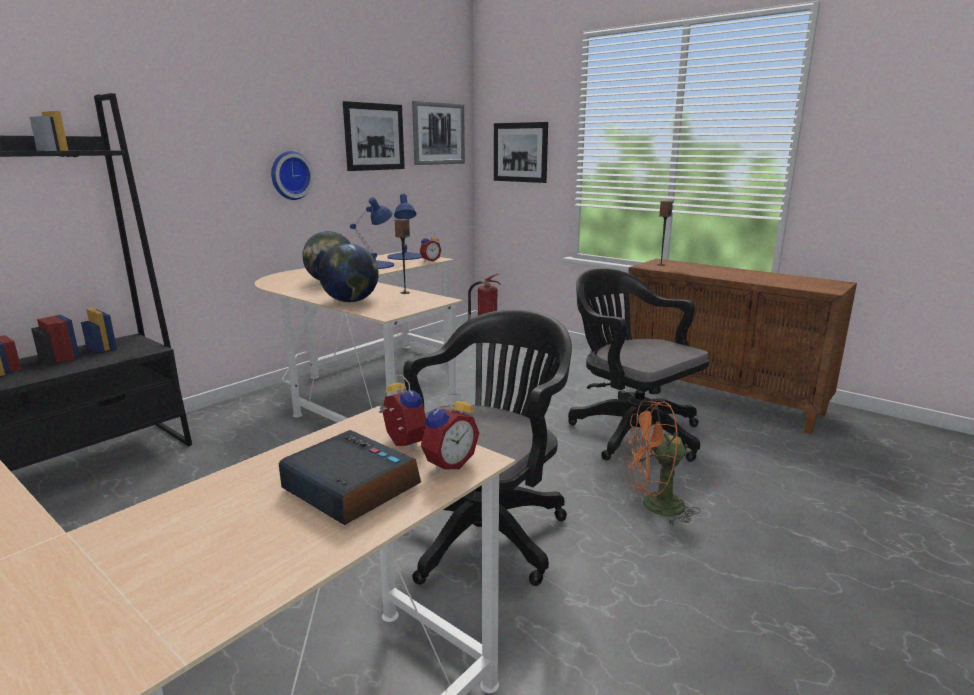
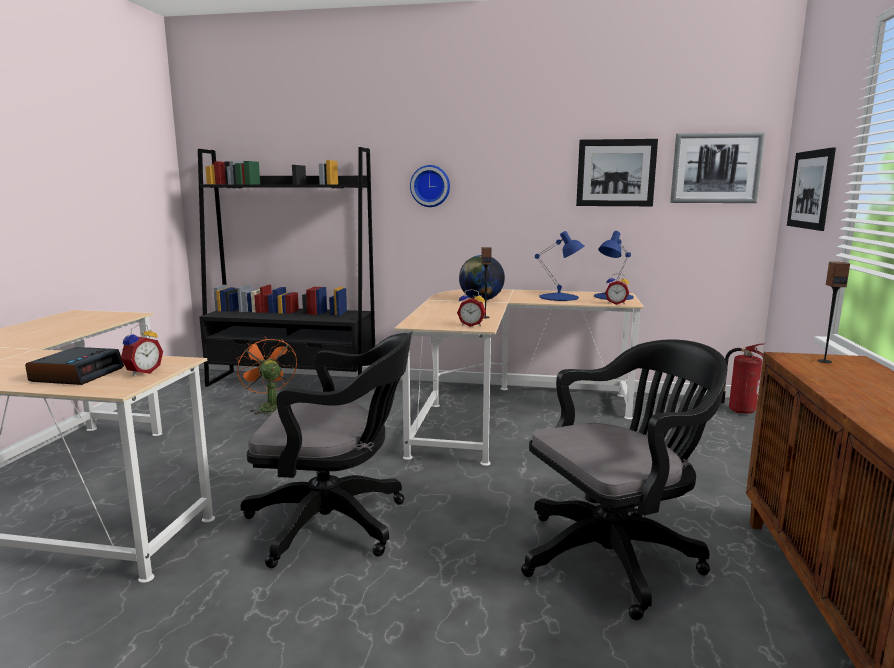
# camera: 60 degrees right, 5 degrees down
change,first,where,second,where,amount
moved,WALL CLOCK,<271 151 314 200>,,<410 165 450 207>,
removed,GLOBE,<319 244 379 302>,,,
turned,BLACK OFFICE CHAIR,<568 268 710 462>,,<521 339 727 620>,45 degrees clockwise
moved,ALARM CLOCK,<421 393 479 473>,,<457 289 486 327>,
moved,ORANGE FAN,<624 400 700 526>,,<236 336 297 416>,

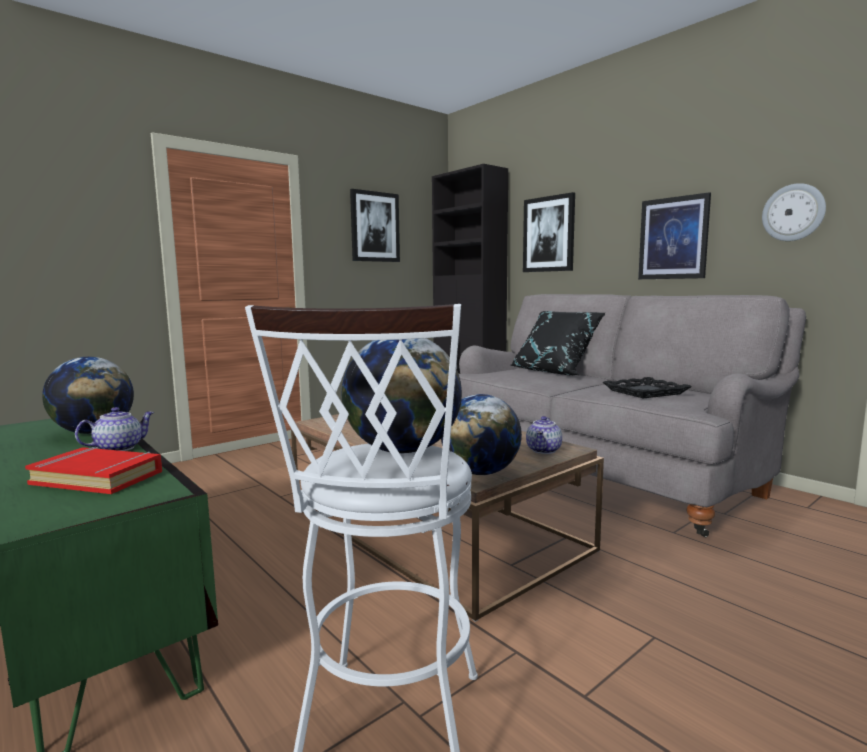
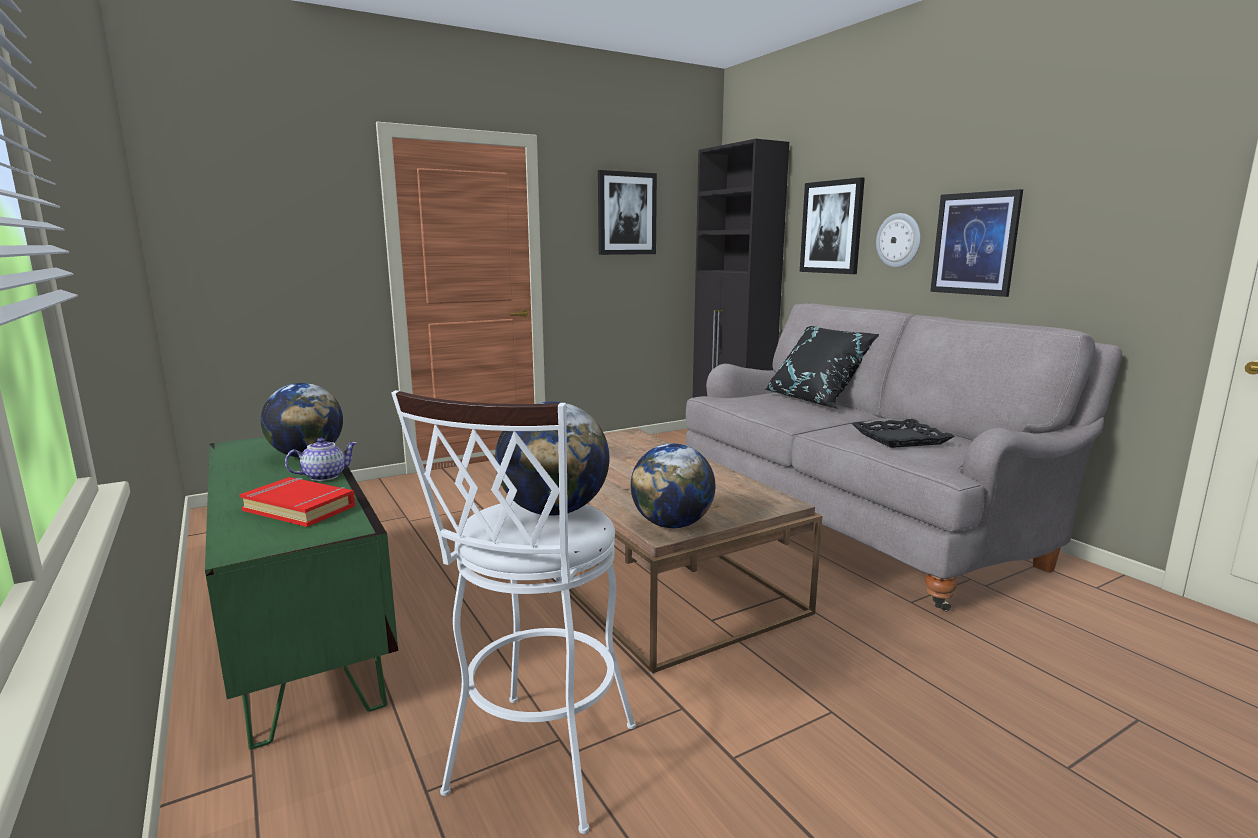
# camera: 10 degrees right, 5 degrees up
change,first,where,second,where,amount
moved,WALL CLOCK,<762 183 826 241>,,<876 213 921 268>,
removed,TEAPOT,<526 416 562 454>,,,

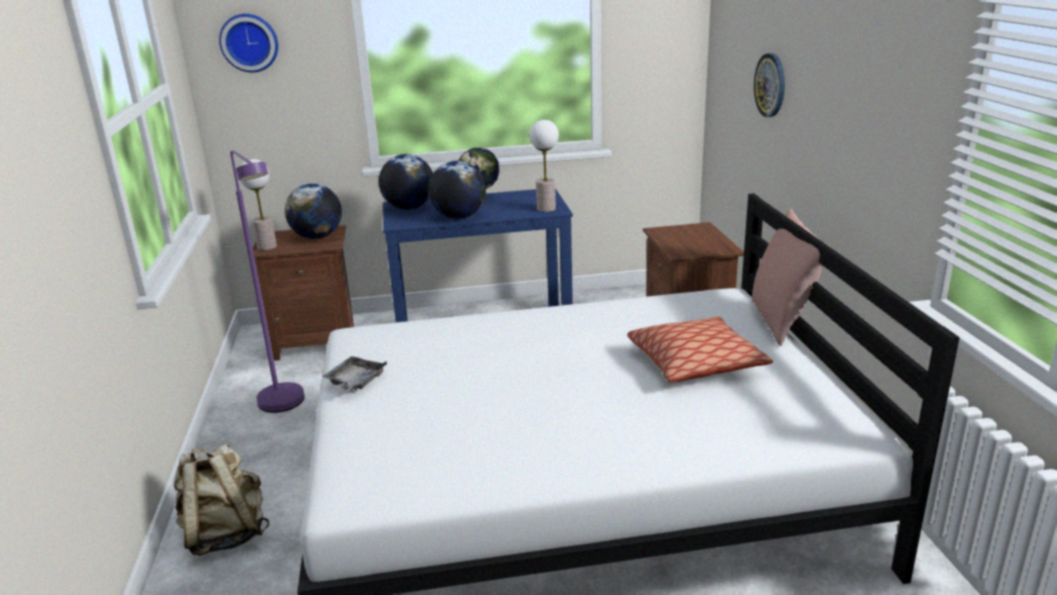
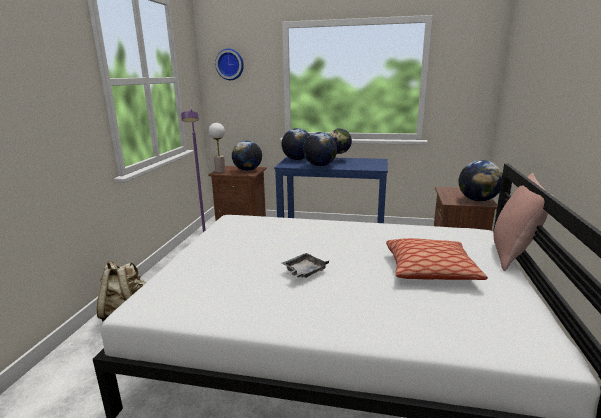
# camera: 20 degrees right, 5 degrees down
change,first,where,second,where,amount
removed,WALL CLOCK,<754 53 785 117>,,,
removed,TABLE LAMP,<529 119 559 212>,,,
moved,GREY TRAY,<322 356 387 391>,,<282 253 329 278>,
added,,,GLOBE,<458 160 503 201>,

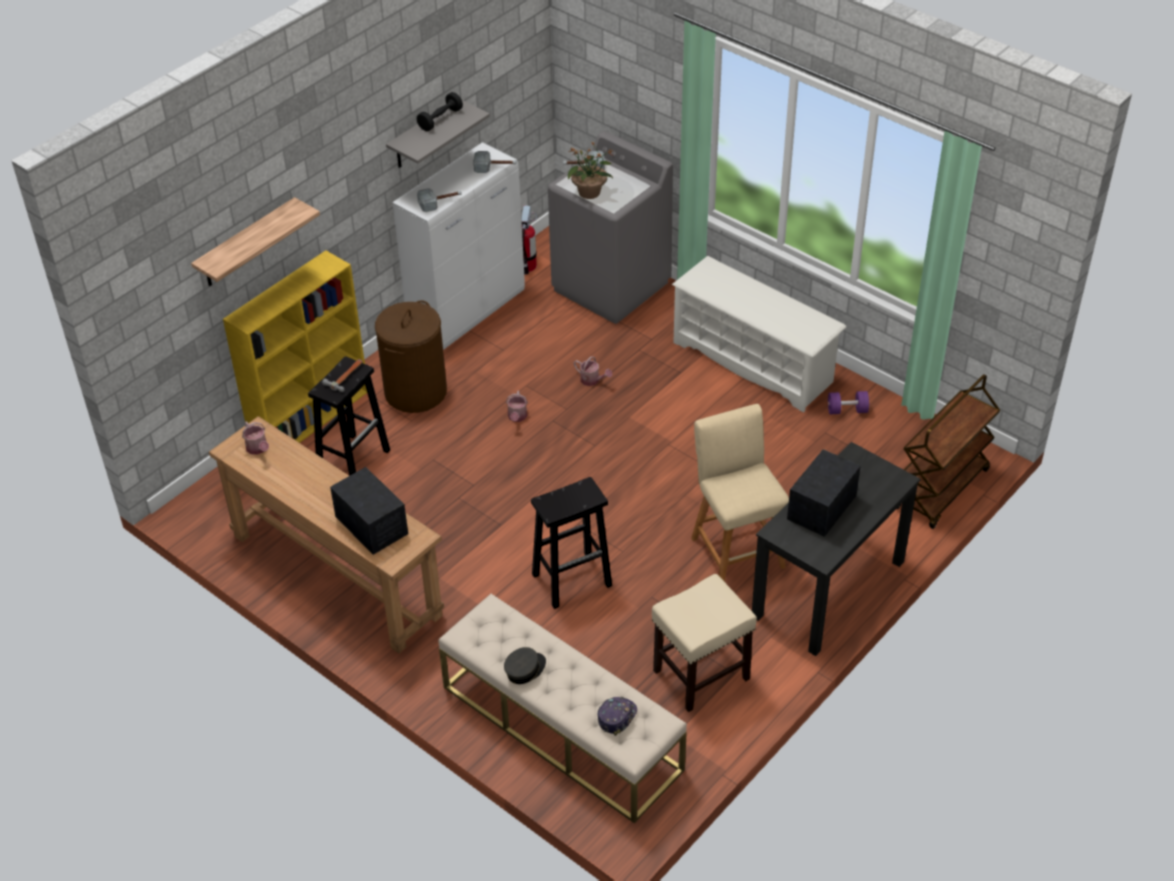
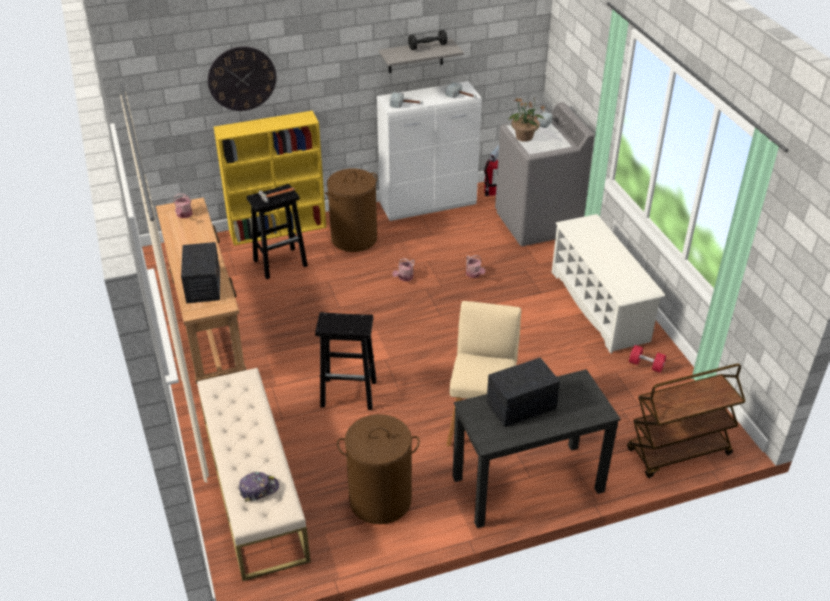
# camera: 30 degrees right, 5 degrees down
change,first,where,second,where,amount
replaced,SHELF,<191 197 320 286>,WALL CLOCK,<208 46 277 111>,
recoloured,PURPLE DUMBBELL,<828 391 869 414>,RED DUMBBELL,<629 345 666 373>,
replaced,BEIGE STOOL,<652 574 757 712>,BROWN LAUNDRY BASKET,<337 414 420 524>,
removed,GREY CAP,<504 647 546 684>,,,

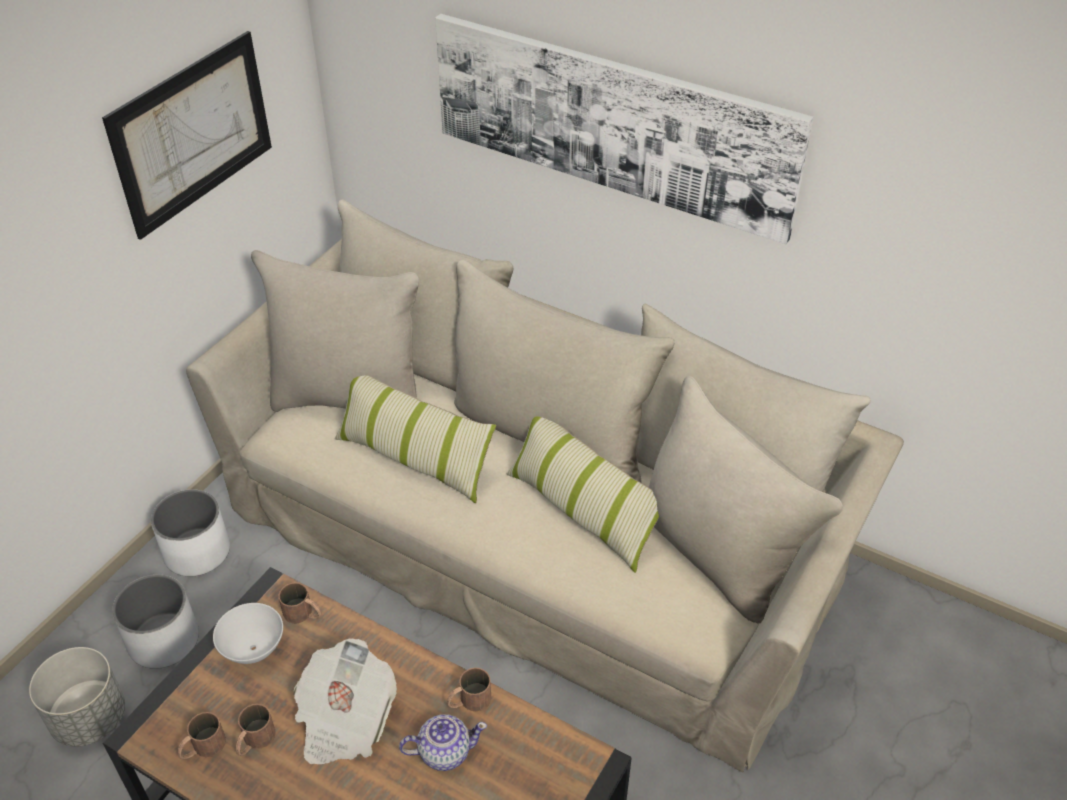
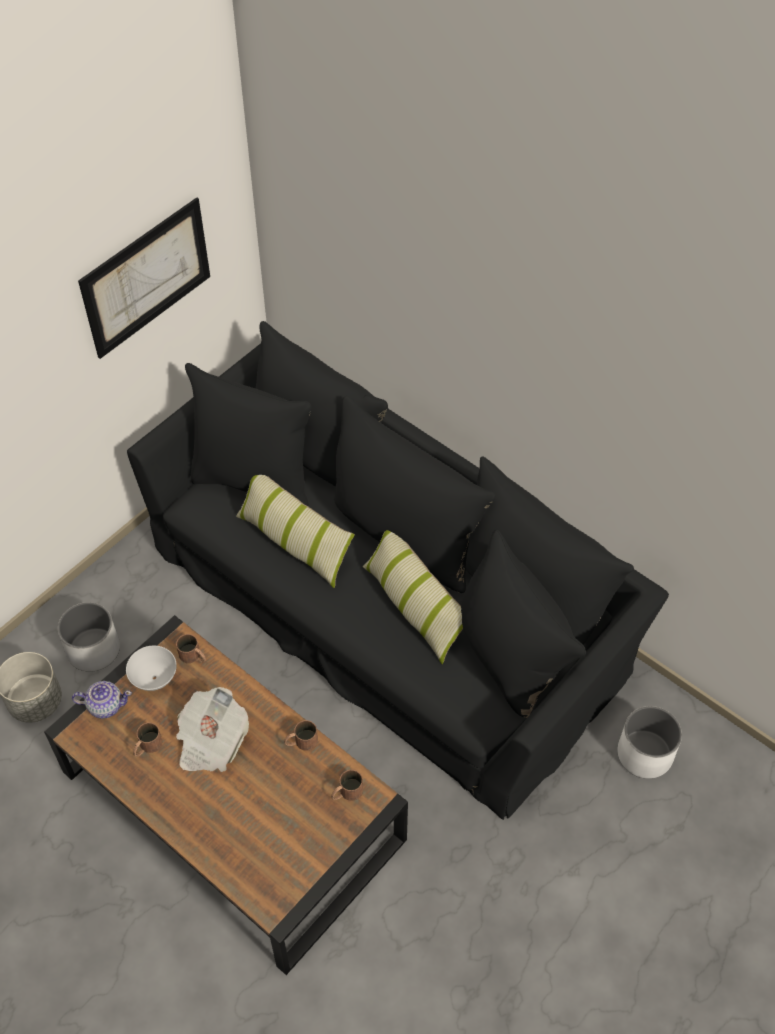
# camera: 10 degrees right, 10 degrees up
change,first,where,second,where,amount
removed,PICTURE,<435 14 813 244>,,,
recoloured,BEIGE SOFA,<186 200 904 772>,BLACK SOFA,<127 321 669 820>,
moved,WHITE PLANTER,<151 489 230 576>,,<617 706 682 779>,
moved,BROWN MUG,<177 712 226 759>,,<331 770 363 801>,
moved,TEAPOT,<399 714 487 771>,,<72 681 132 719>,

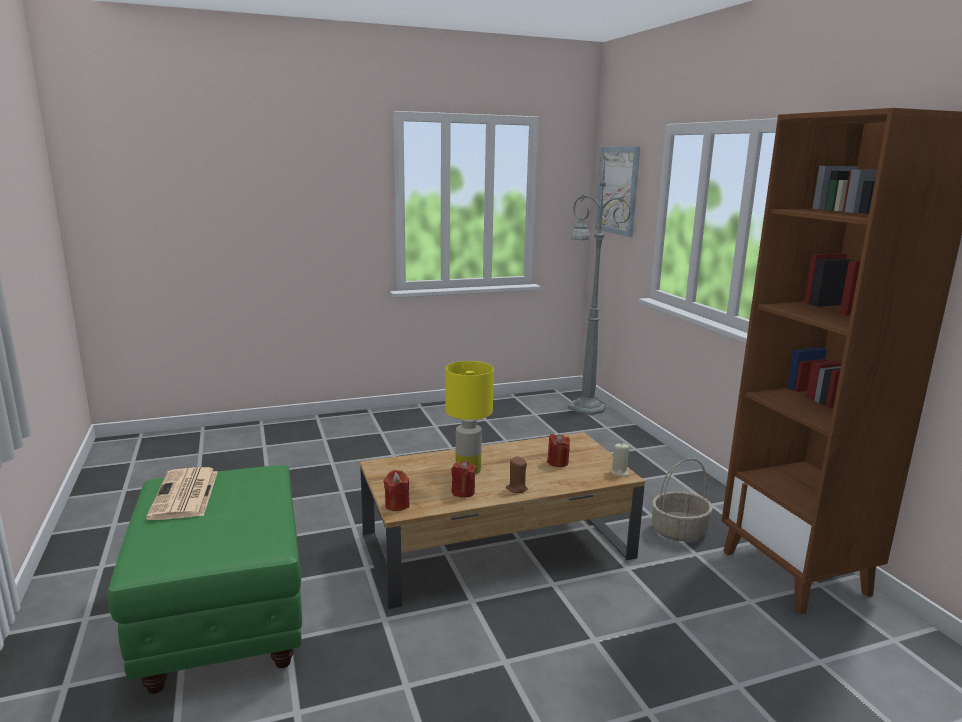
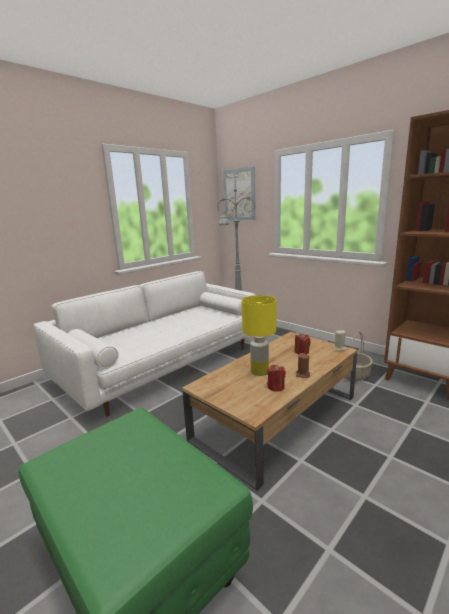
# camera: 25 degrees left, 0 degrees up
change,first,where,second,where,amount
removed,NEWSPAPER,<146 467 218 520>,,,
removed,RED CANDLE,<383 470 410 511>,,,
added,,,WHITE SOFA,<33 271 255 416>,

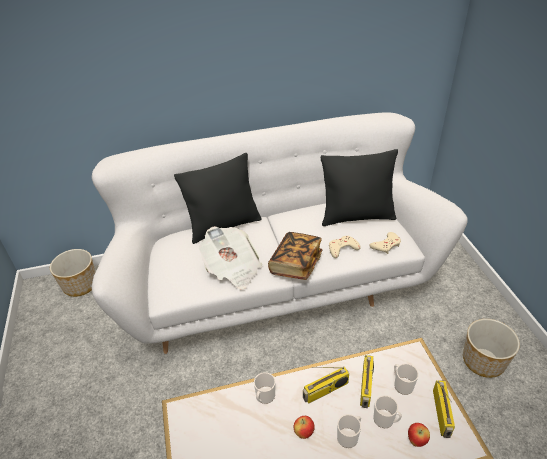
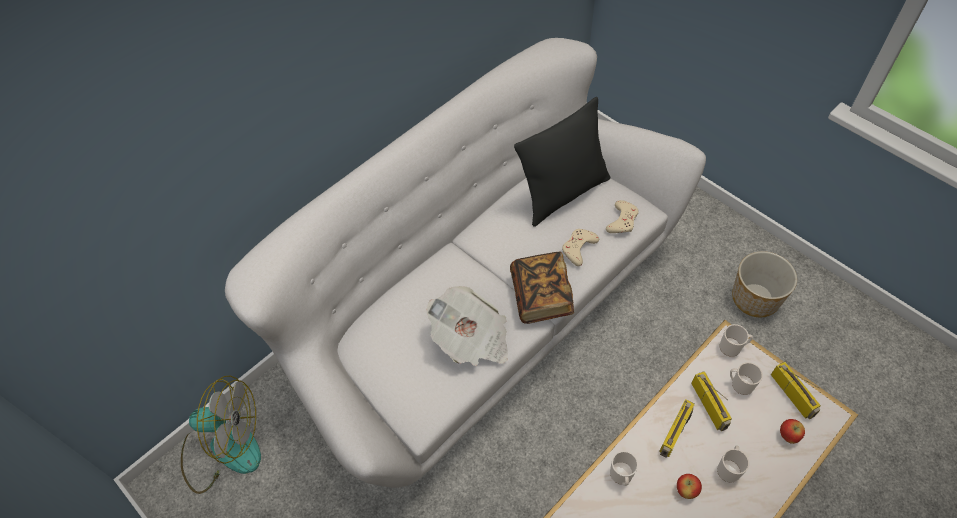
# camera: 30 degrees left, 15 degrees up
change,first,where,second,where,amount
removed,BLACK PILLOW,<174 153 262 244>,,,
replaced,PLANTER,<50 249 95 297>,FAN,<181 376 261 494>,
moved,MUG,<373 395 402 428>,,<720 324 753 357>,

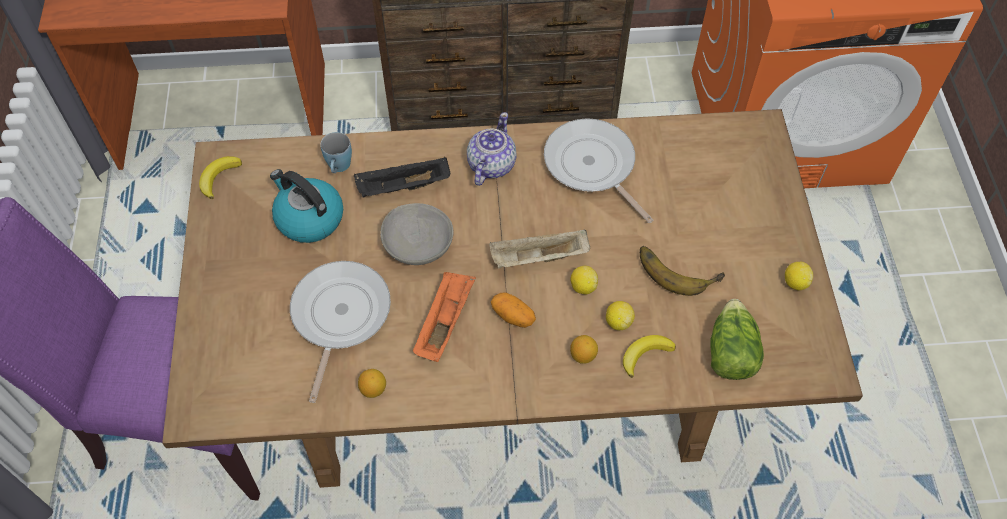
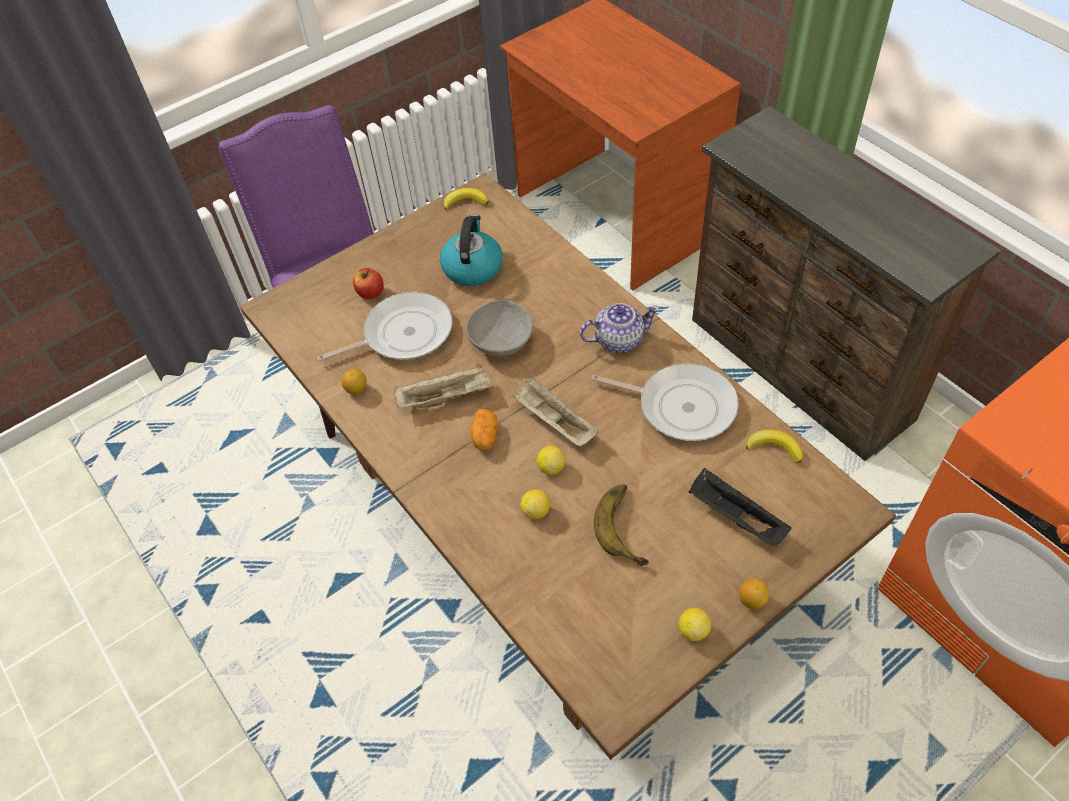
# camera: 60 degrees right, 5 degrees down
change,first,where,second,where,amount
turned,FRYING PAN,<544 118 653 223>,,<591 363 739 441>,90 degrees clockwise
removed,BLUE MUG,<320 132 352 173>,,,
moved,BLACK TRAY,<354 157 450 197>,,<689 468 791 546>,
recoloured,ORANGE TRAY,<413 272 476 362>,BEIGE TRAY,<394 364 492 408>,
removed,LETTUCE,<710 299 764 380>,,,
moved,LEMON,<570 335 598 364>,,<739 578 769 609>,
moved,BANANA,<623 335 676 378>,,<746 429 803 464>,
added,,,APPLE,<353 268 384 299>,

